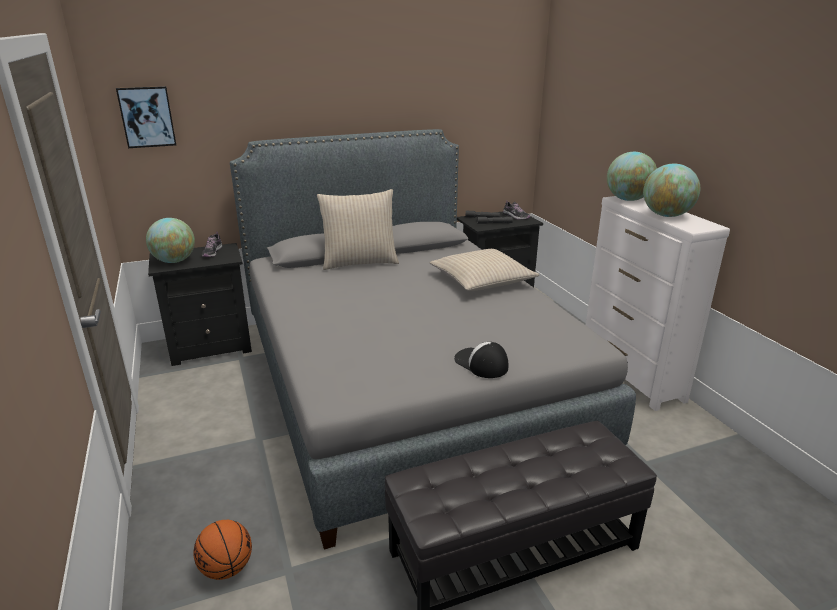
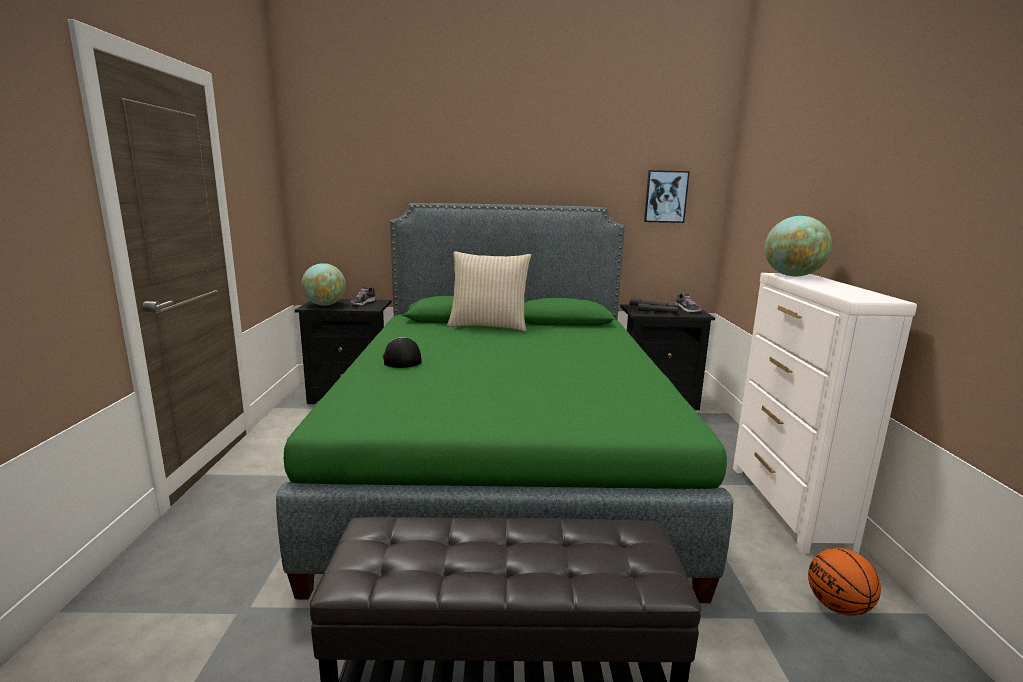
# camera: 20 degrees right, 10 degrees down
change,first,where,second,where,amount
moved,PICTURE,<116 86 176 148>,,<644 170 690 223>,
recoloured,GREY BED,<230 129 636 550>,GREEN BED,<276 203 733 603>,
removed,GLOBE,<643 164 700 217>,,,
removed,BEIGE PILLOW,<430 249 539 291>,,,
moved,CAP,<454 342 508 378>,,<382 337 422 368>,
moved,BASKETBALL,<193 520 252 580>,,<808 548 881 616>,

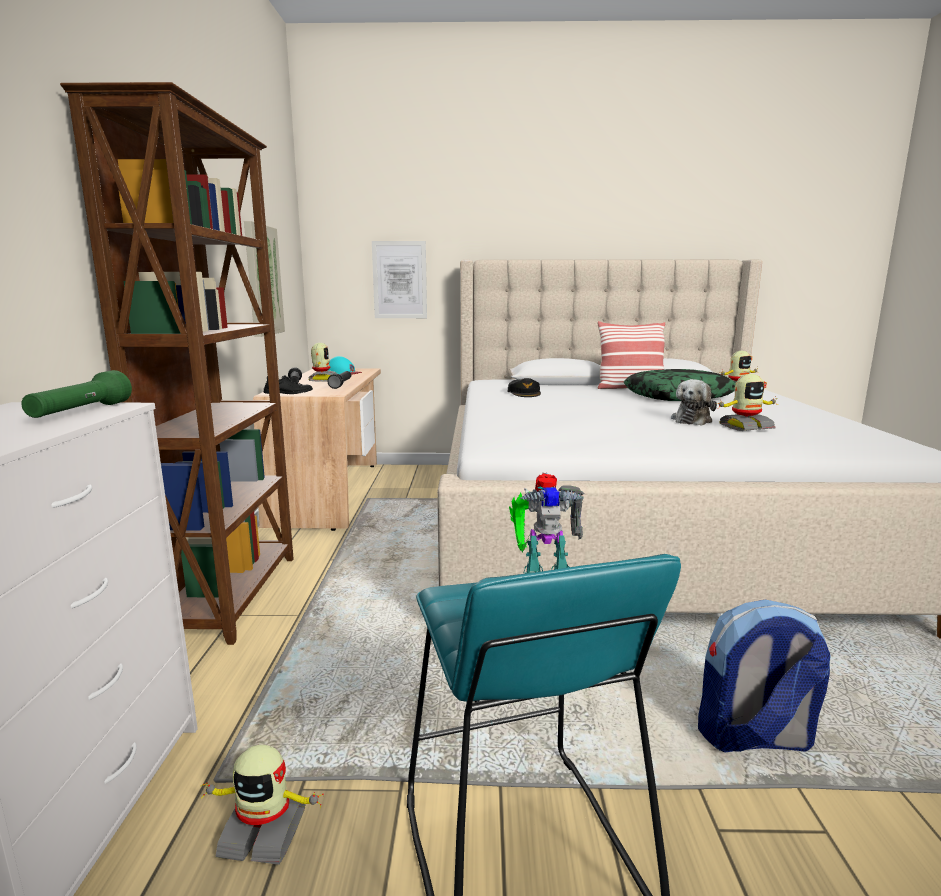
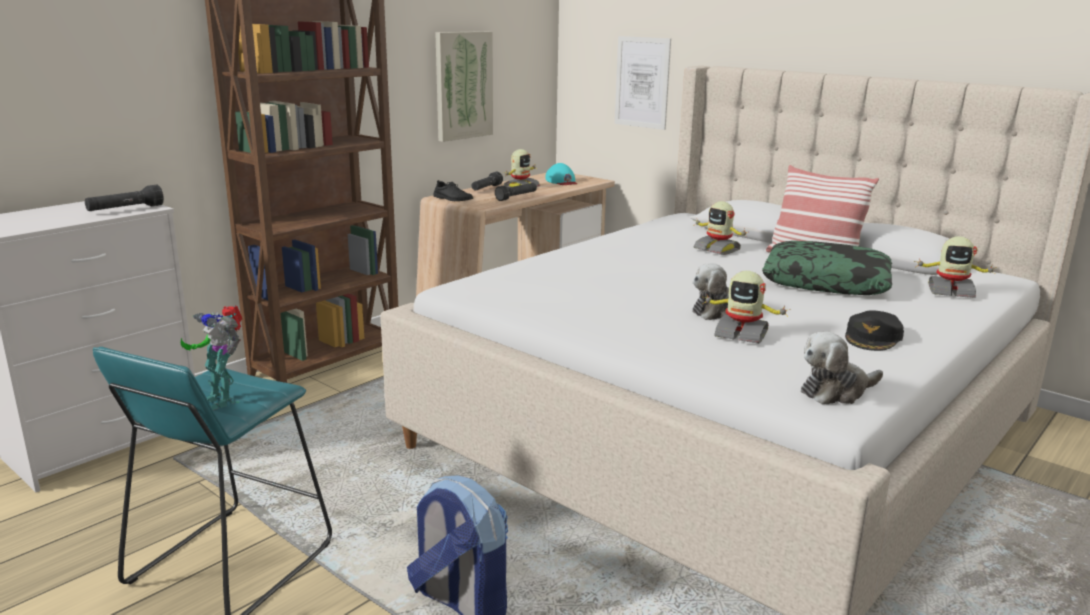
# camera: 40 degrees right, 5 degrees up
change,first,where,second,where,amount
recoloured,GREEN FLASHLIGHT,<21 370 132 418>,BLACK FLASHLIGHT,<85 185 164 211>,
moved,BLACK CAP,<508 378 541 397>,,<845 310 904 351>,
moved,TOY ROBOT,<201 745 324 865>,,<693 201 747 255>,
added,,,PLUSH TOY,<801 332 883 404>,

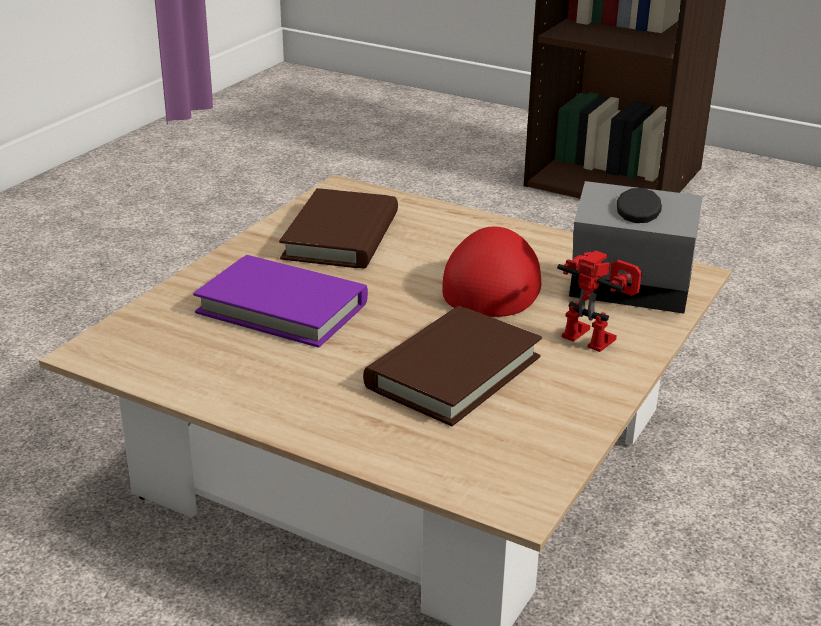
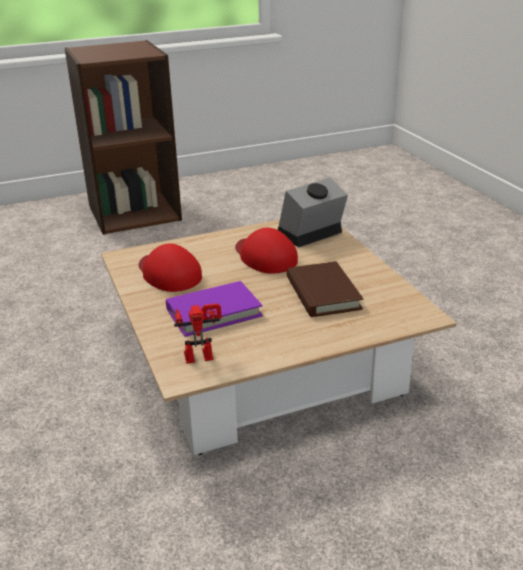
# camera: 50 degrees left, 0 degrees up
change,first,where,second,where,amount
replaced,BROWN BOOK,<279 188 398 269>,RED CAP,<139 243 202 292>,
moved,TOY ROBOT,<557 250 642 352>,,<174 303 222 364>,

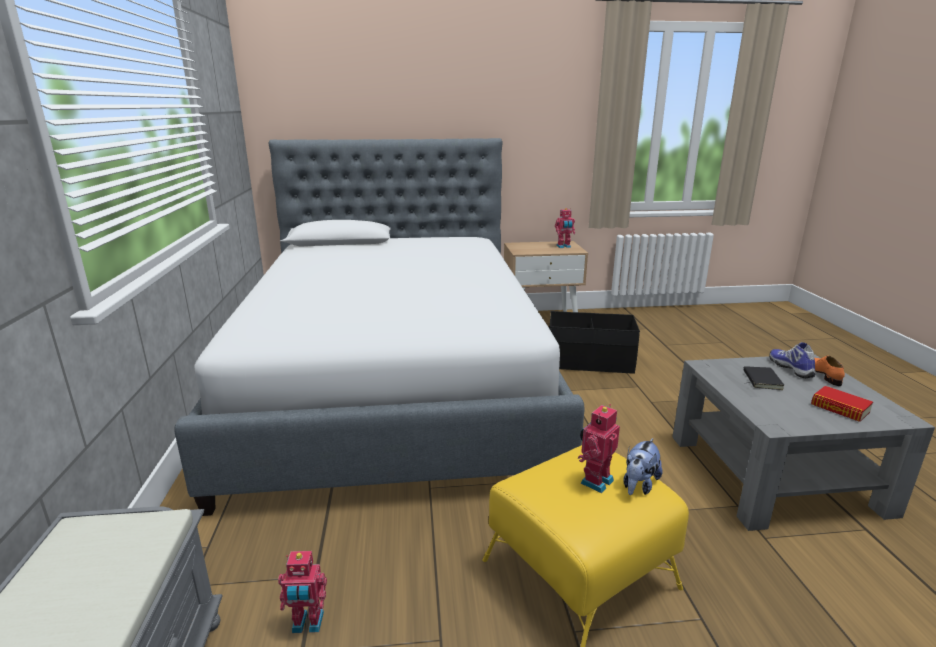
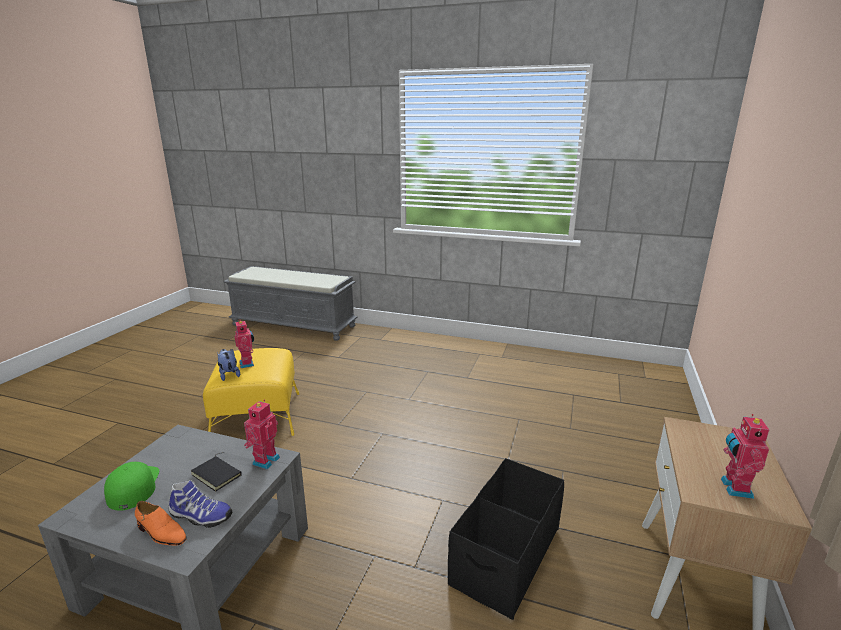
# camera: 115 degrees right, 0 degrees up
change,first,where,second,where,amount
removed,BED,<175 138 585 516>,,,
replaced,BOOK,<811 386 873 422>,GREEN CAP,<104 462 159 511>,
moved,TOY ROBOT,<278 551 327 633>,,<244 400 280 469>,

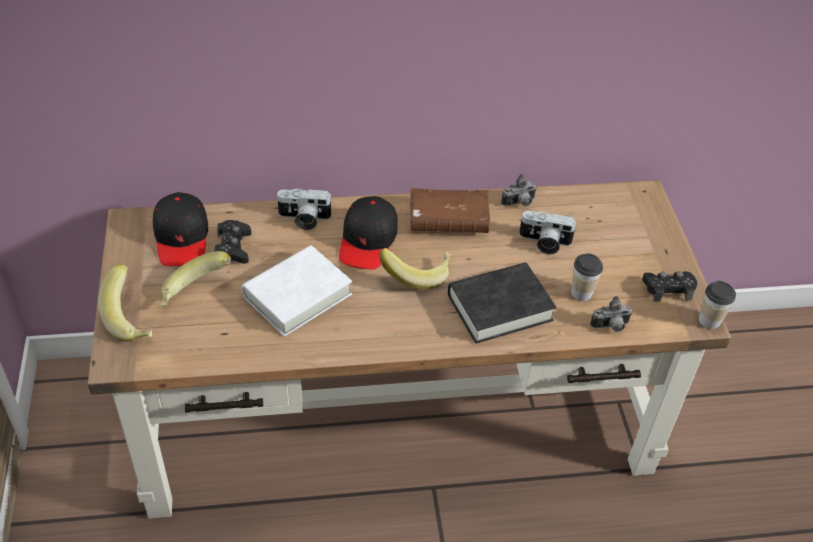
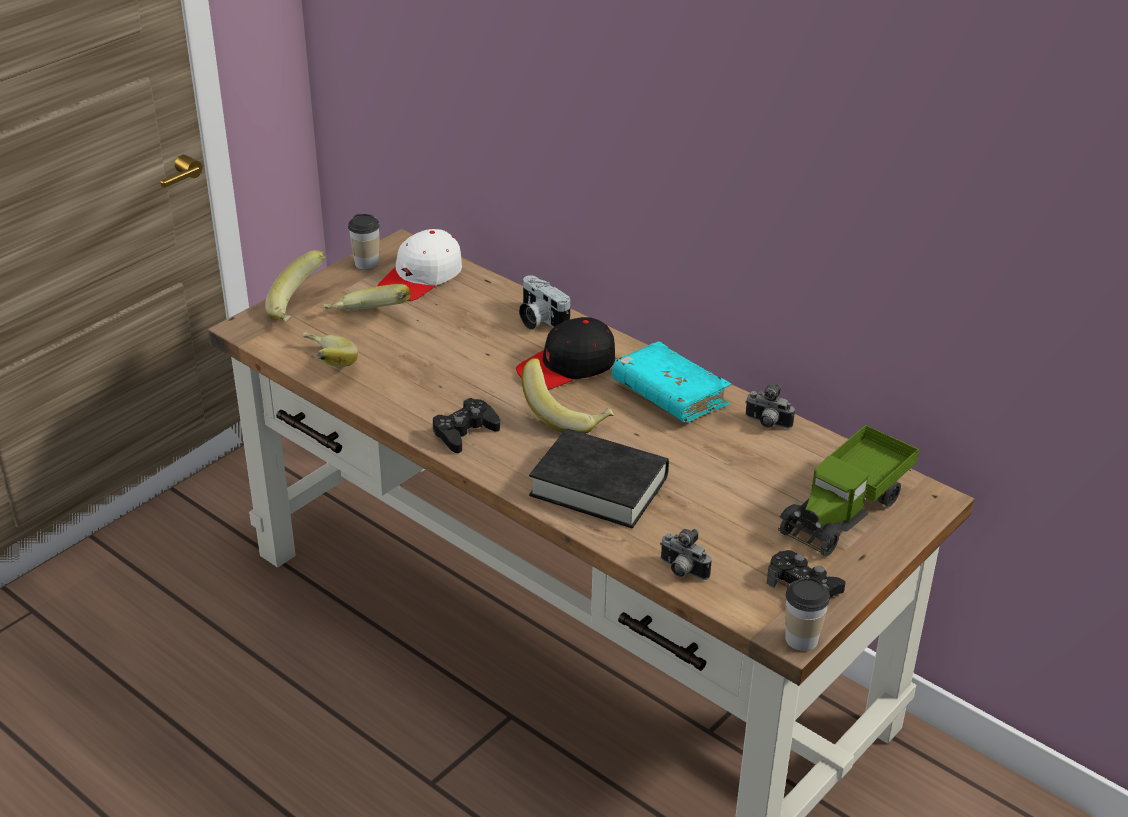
# camera: 50 degrees right, 10 degrees down
change,first,where,second,where,amount
recoloured,BROWN BOOK,<410 188 490 233>,TURQUOISE BOOK,<611 341 731 423>,
recoloured,BLACK CAP,<153 192 208 266>,WHITE CAP,<378 229 462 301>,
removed,PHOTO CAMERA,<519 211 577 255>,,,
moved,BLACK GAME CONTROLLER,<214 220 251 264>,,<433 398 500 453>,
removed,WHITE BOOK,<242 246 352 337>,,,
moved,CUP,<571 254 603 301>,,<348 214 380 270>,
added,,,BANANA,<303 332 358 367>,
added,,,TOY TRUCK,<778 425 919 557>,

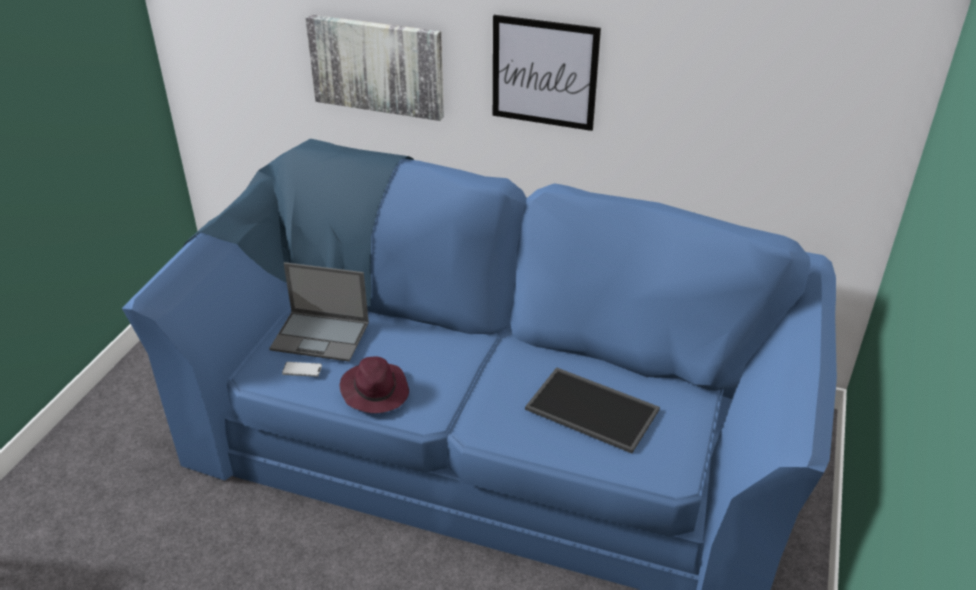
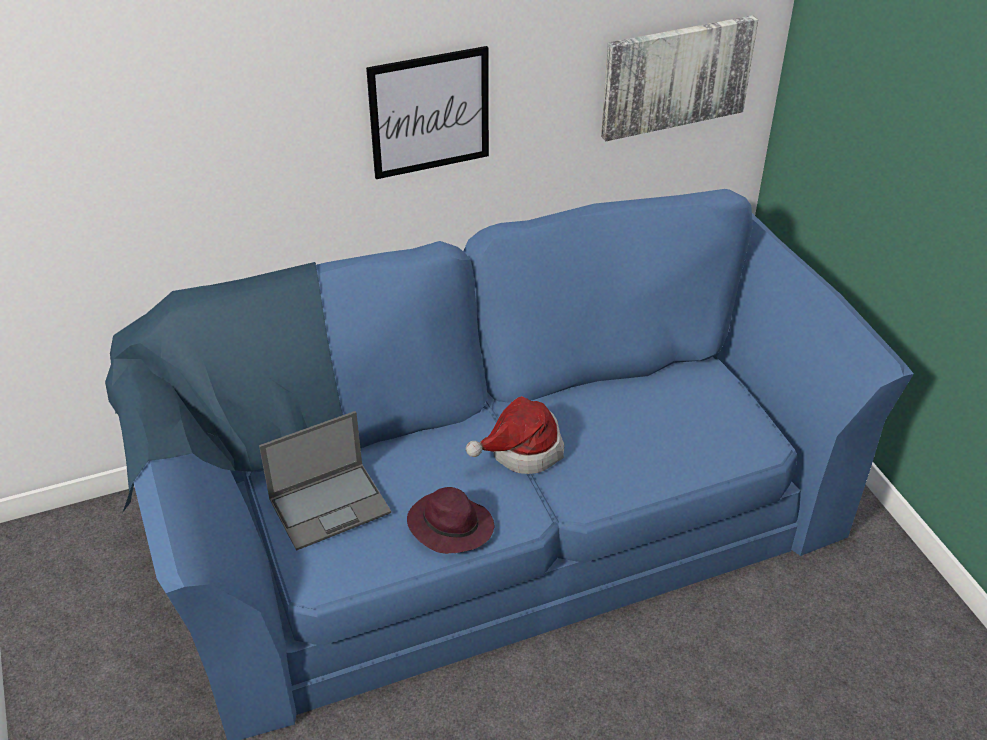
# camera: 40 degrees left, 5 degrees up
change,first,where,second,where,amount
moved,PICTURE,<305 14 444 121>,,<601 15 758 141>,
removed,PHONE,<282 362 322 377>,,,
removed,TRAY,<525 367 660 453>,,,
added,,,HAT,<466 396 564 474>,

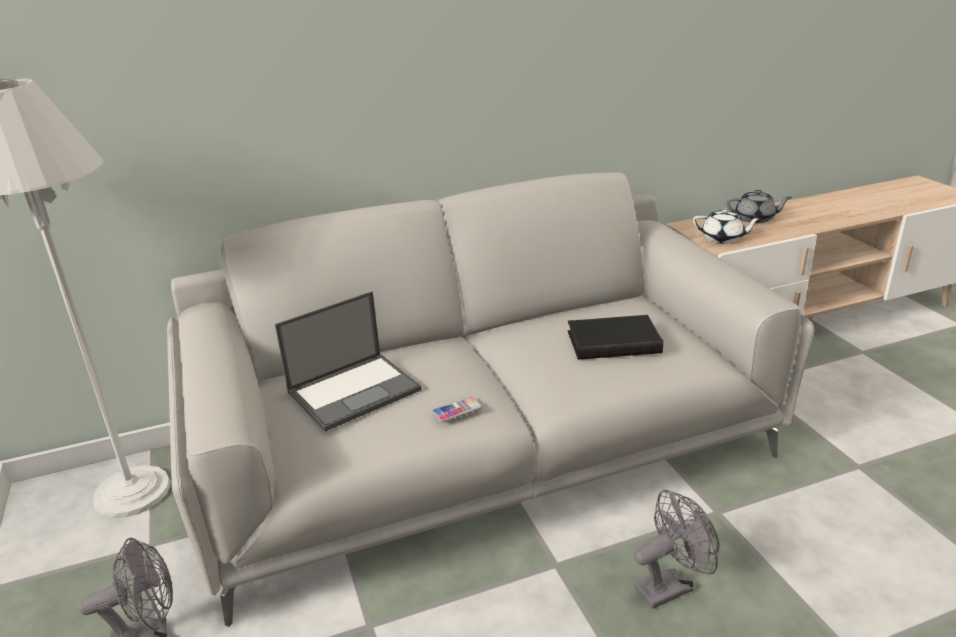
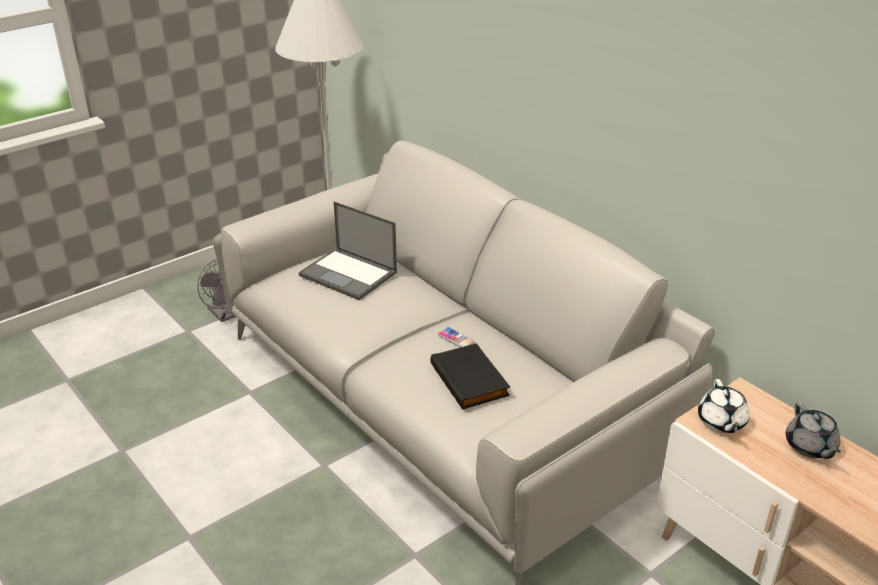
# camera: 70 degrees right, 5 degrees up
change,first,where,second,where,amount
moved,PHONE,<432 397 482 422>,,<438 327 475 347>,
removed,GREY FAN,<634 490 719 609>,,,

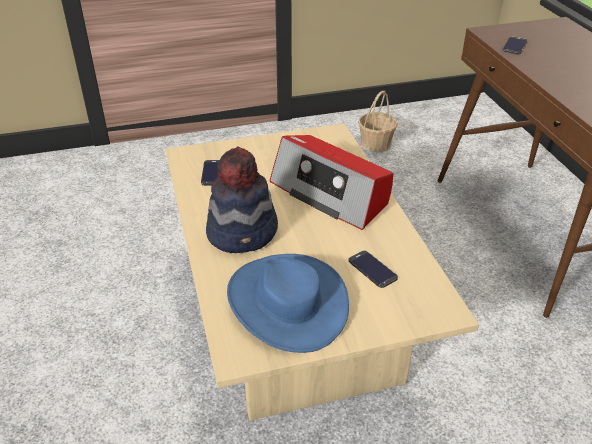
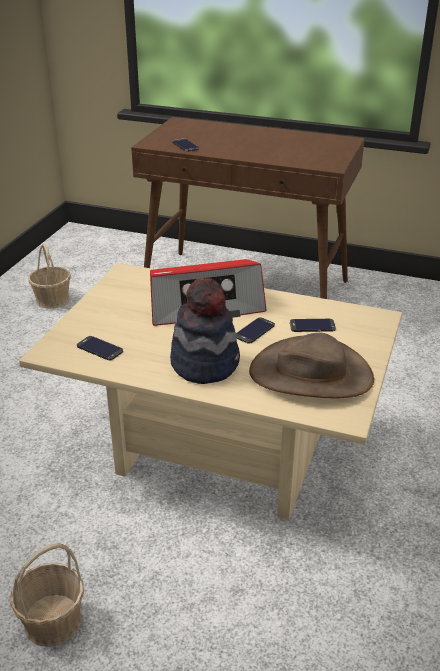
# camera: 55 degrees left, 5 degrees down
change,first,where,second,where,amount
recoloured,BLUE HAT,<227 254 349 353>,BROWN HAT,<249 333 374 398>,
added,,,PHONE,<236 317 275 344>,
added,,,BASKET,<10 543 84 647>,

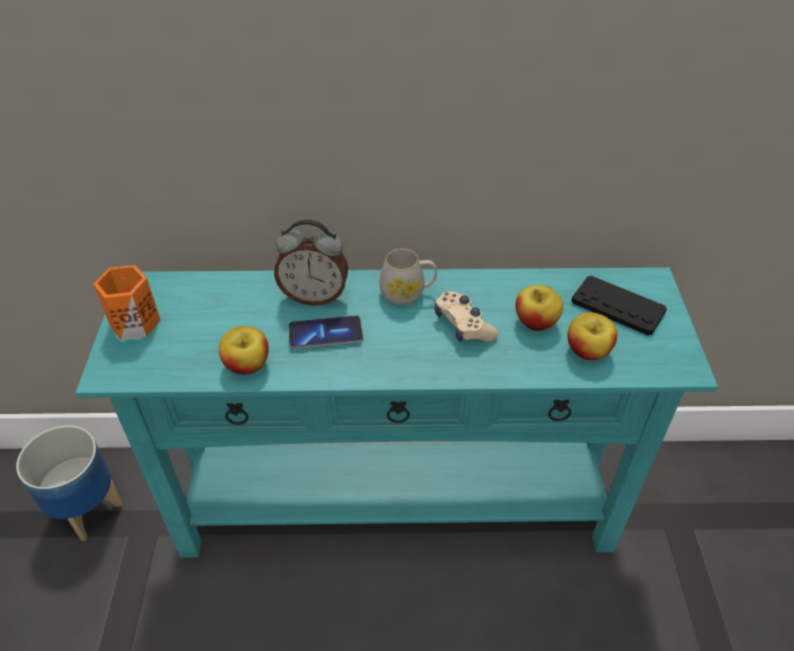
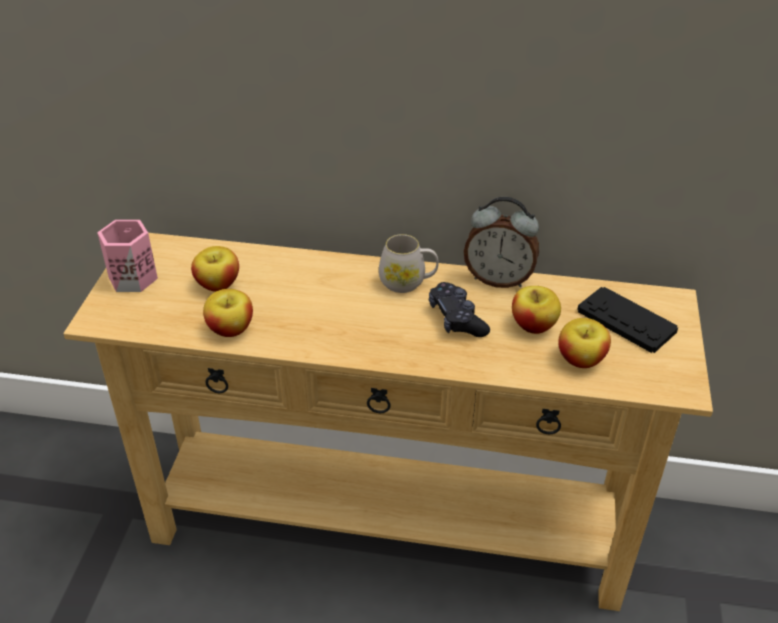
# camera: 10 degrees right, 5 degrees down
change,first,where,second,where,amount
moved,ALARM CLOCK,<274 219 348 306>,,<464 197 539 288>,
recoloured,ORANGE MUG,<93 265 160 340>,PINK MUG,<97 220 158 292>,
recoloured,TURQUOISE CONSOLE TABLE,<75 267 718 558>,BEIGE CONSOLE TABLE,<63 233 713 611>,
recoloured,BEIGE GAME CONTROLLER,<434 291 499 342>,BLACK GAME CONTROLLER,<429 282 490 337>,
removed,PHONE,<288 315 363 349>,,,
removed,PLANTER,<16 425 123 541>,,,
added,,,APPLE,<191 246 239 292>,

